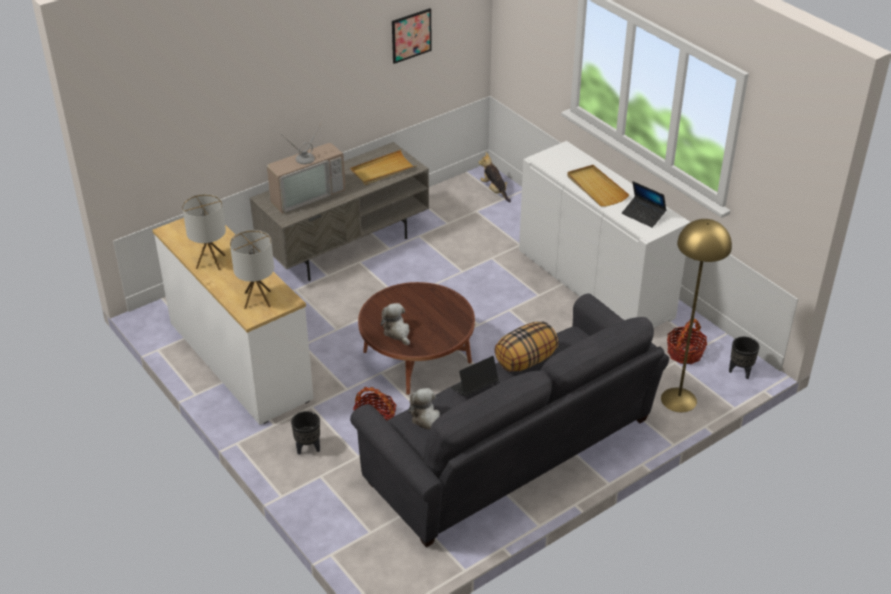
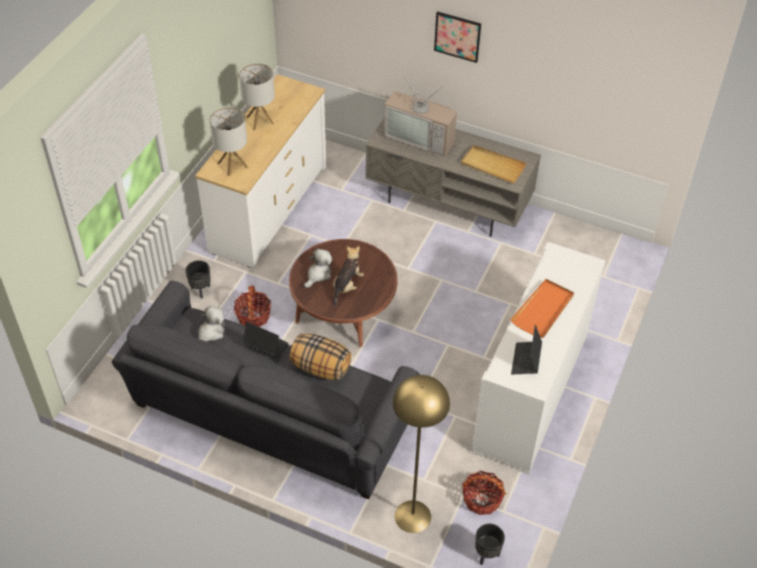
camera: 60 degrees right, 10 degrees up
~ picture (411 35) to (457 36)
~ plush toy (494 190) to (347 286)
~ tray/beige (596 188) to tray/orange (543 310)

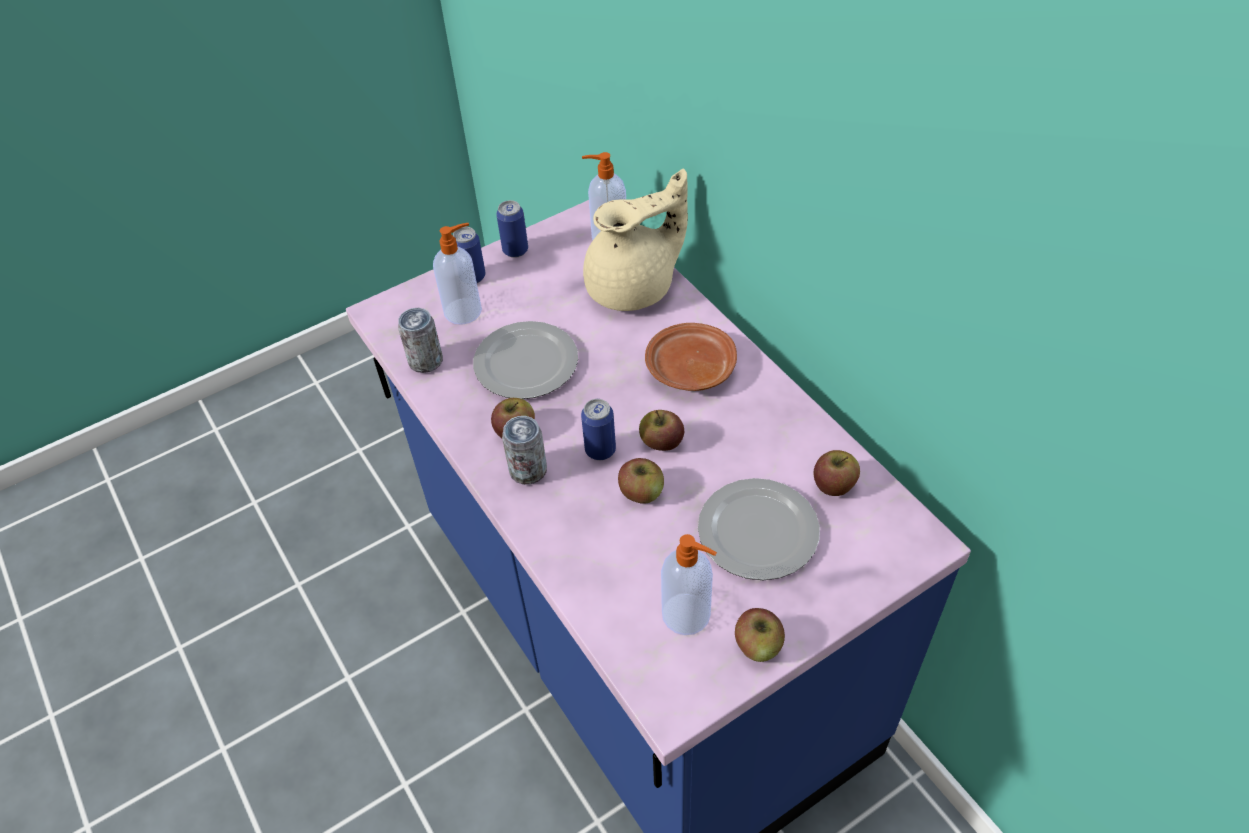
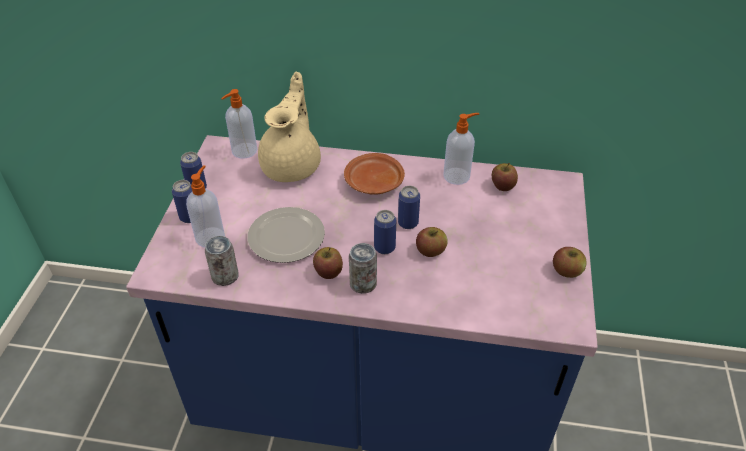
camera: 50 degrees left, 5 degrees down
~ apple (661 442) to can (408 223)
~ soap dispenser (688 615) to (457 176)
- plate (756 530)

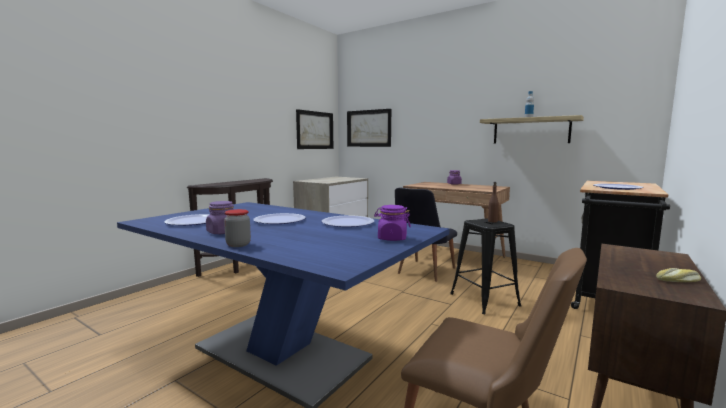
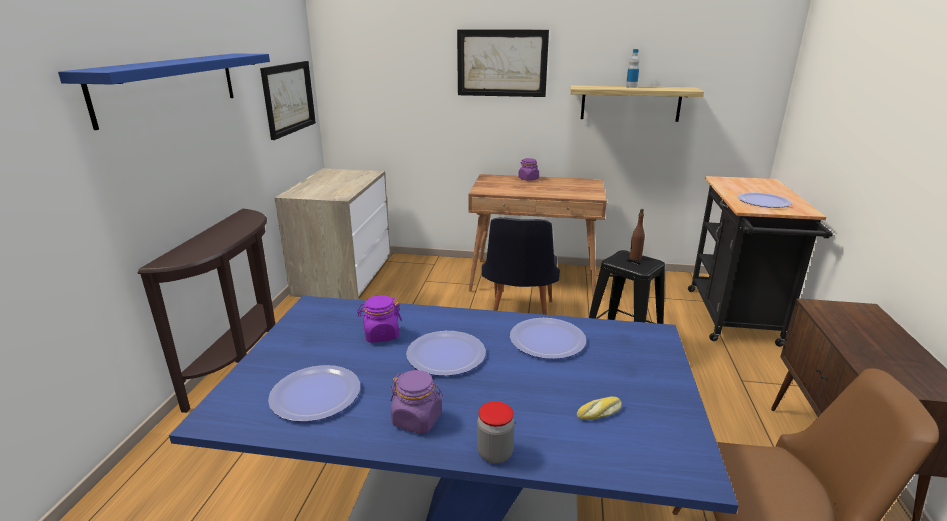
camera: 25 degrees left, 15 degrees up
~ picture (368 128) to (502 63)
~ jar/purple (392 238) to (381 335)
~ bread (679 281) to (600 413)
+ shelf/blue (169 86)

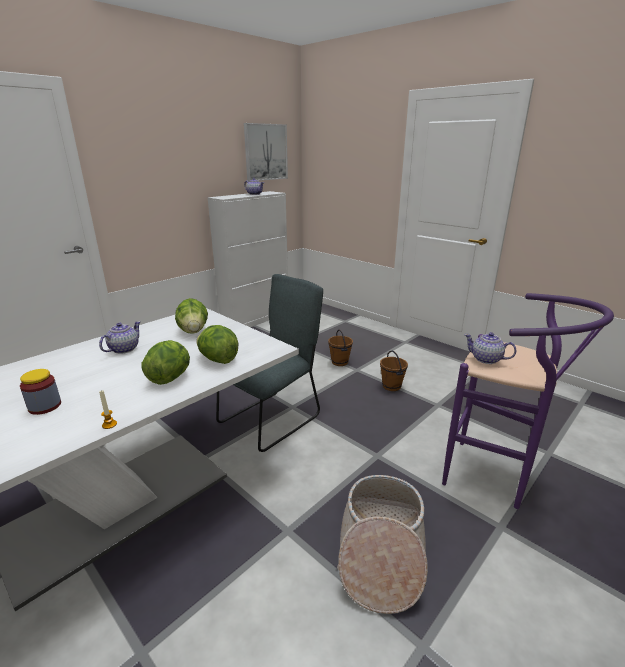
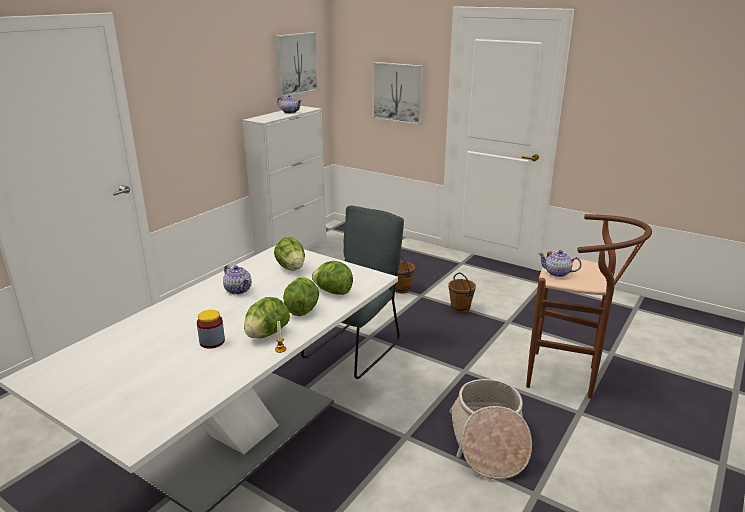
camera: 10 degrees left, 0 degrees up
~ teapot (123 349) = (238 290) 120 degrees clockwise
~ stool/purple (495 478) to stool/brown (569 377)
+ lettuce (266 334)
+ picture (398 92)

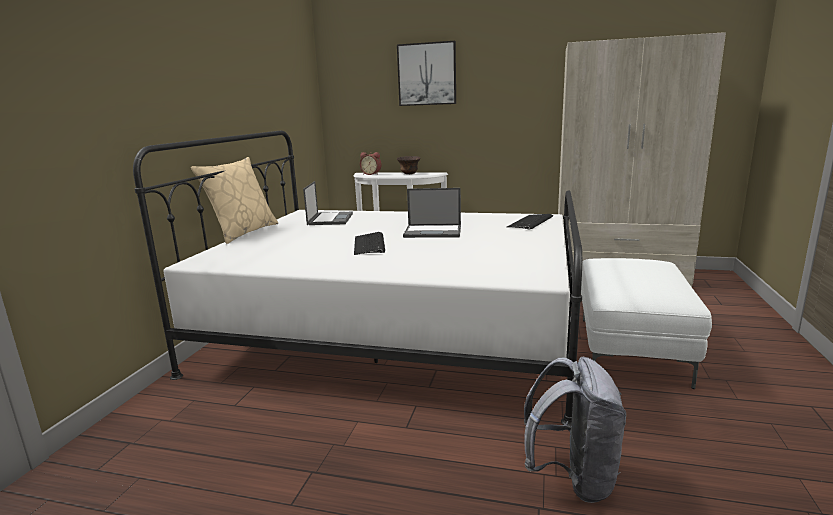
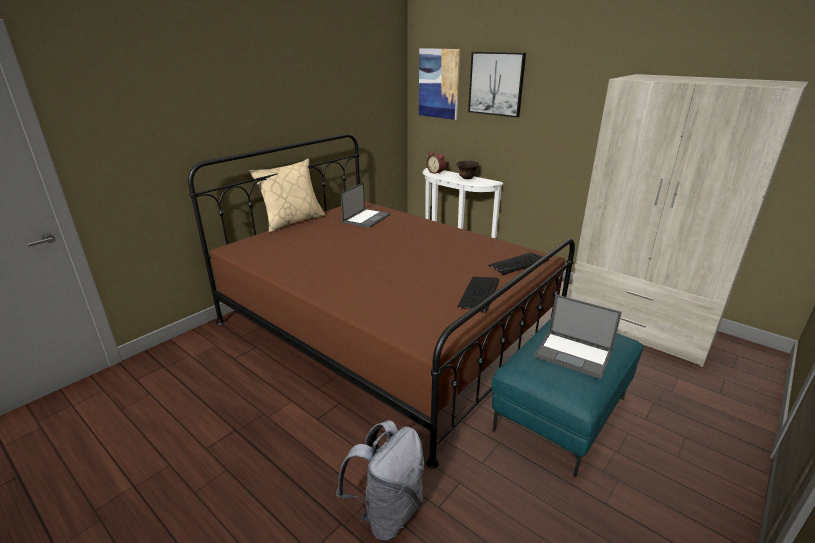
camera: 25 degrees right, 10 degrees up
~ bed/white (396 331) to bed/brown (386 328)
~ keyboard (369 245) to (479 294)
~ laptop (433 232) to (574 354)
~ ottoman/white (629 349) to ottoman/turquoise (559 412)
+ picture (439 84)

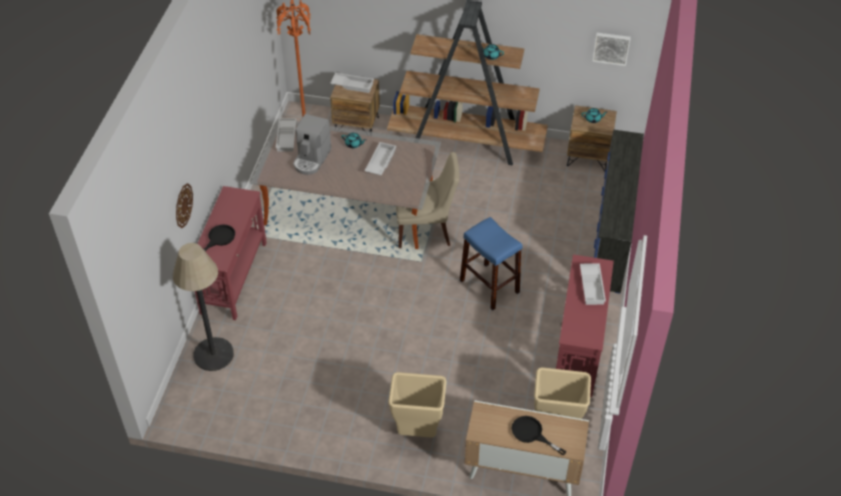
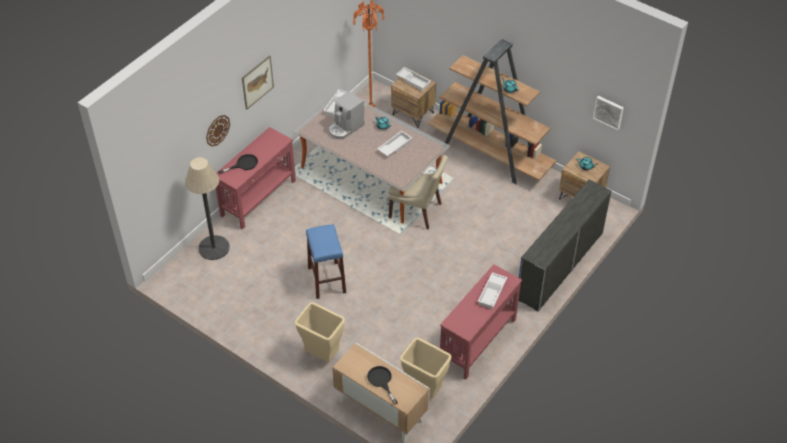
camera: 25 degrees right, 0 degrees up
~ stool/blue (489 286) to (327 280)
+ picture (257 82)

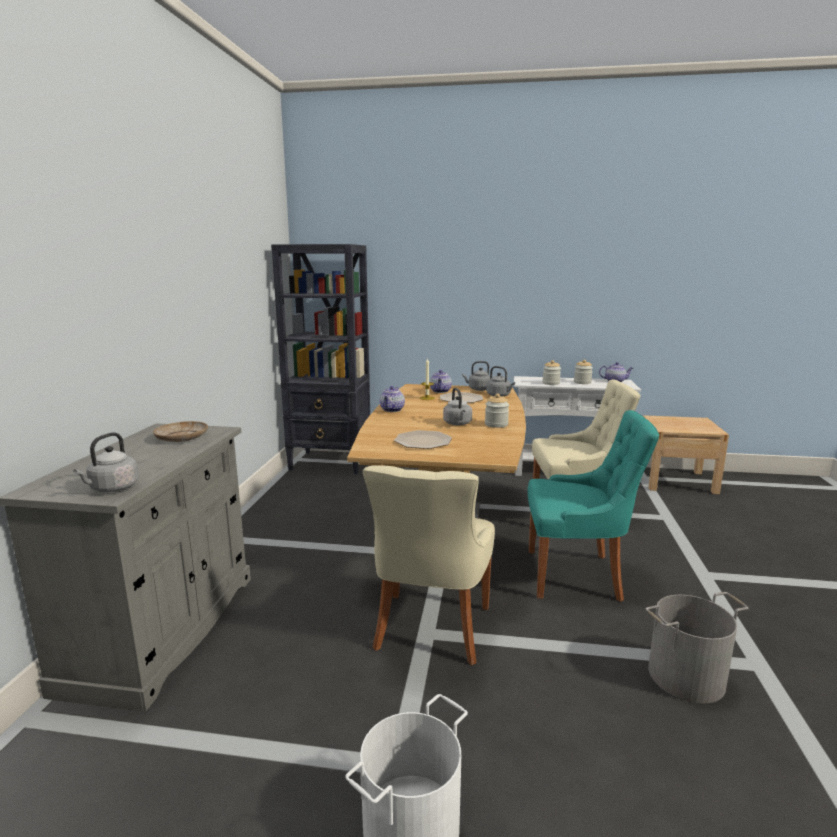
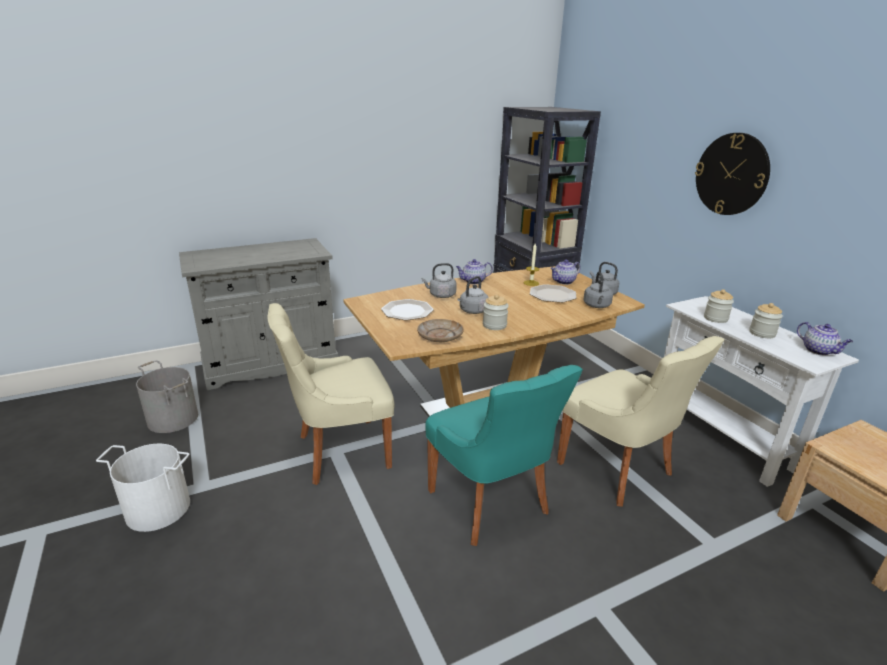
camera: 55 degrees right, 10 degrees up
~ kettle/grey (112 488) to (441 295)
~ plate/beige (181 438) to (440 336)
~ bucket/grey (687 677) to (172 419)
+ wall clock (731 174)

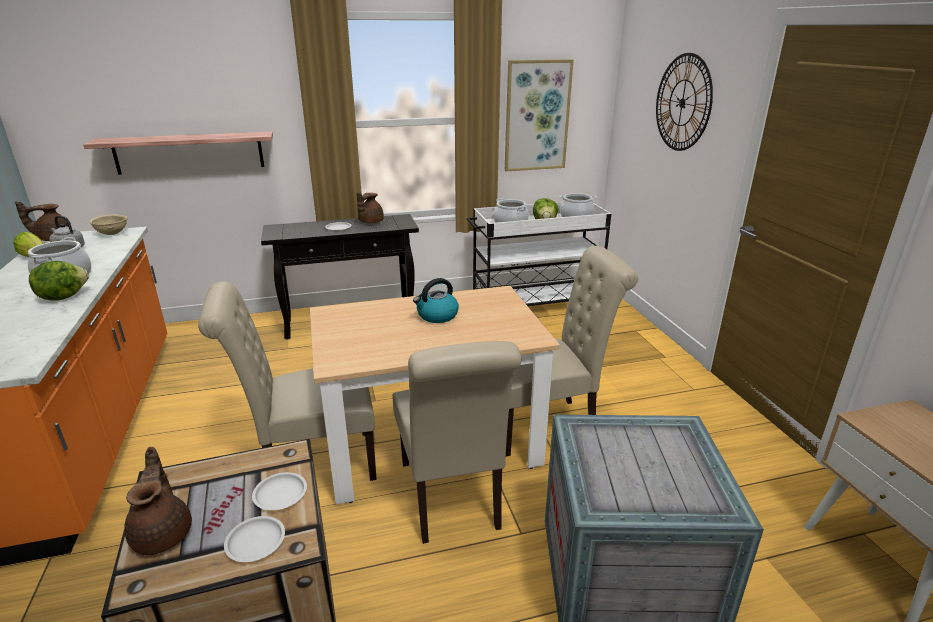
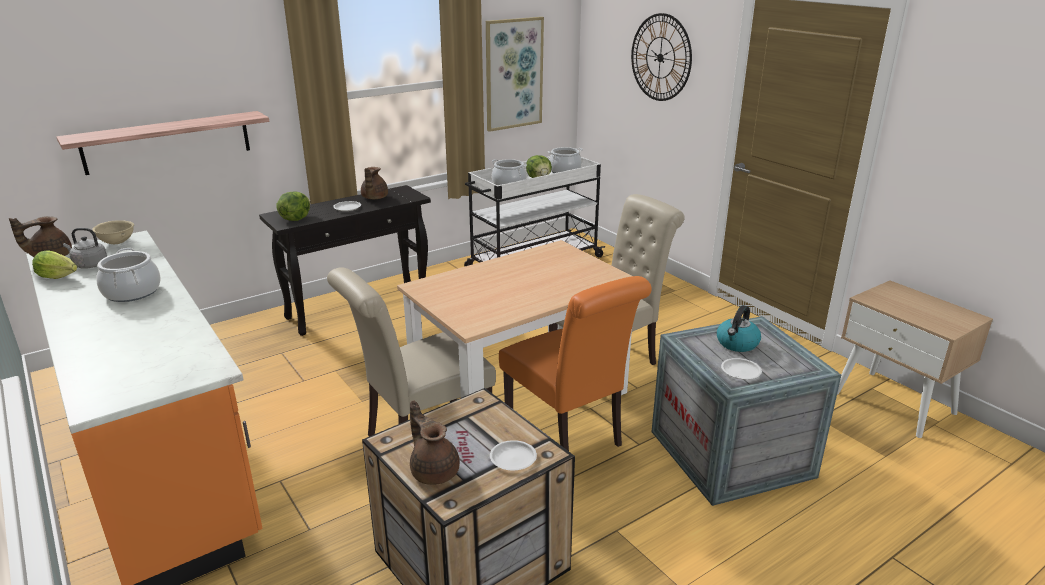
camera: 20 degrees left, 0 degrees up
~ lettuce (63 297) to (295 219)
~ plate/white (280 494) to (740 371)
~ chair/beige (452 499) to chair/orange (568 434)
~ kettle (437 316) to (737 344)

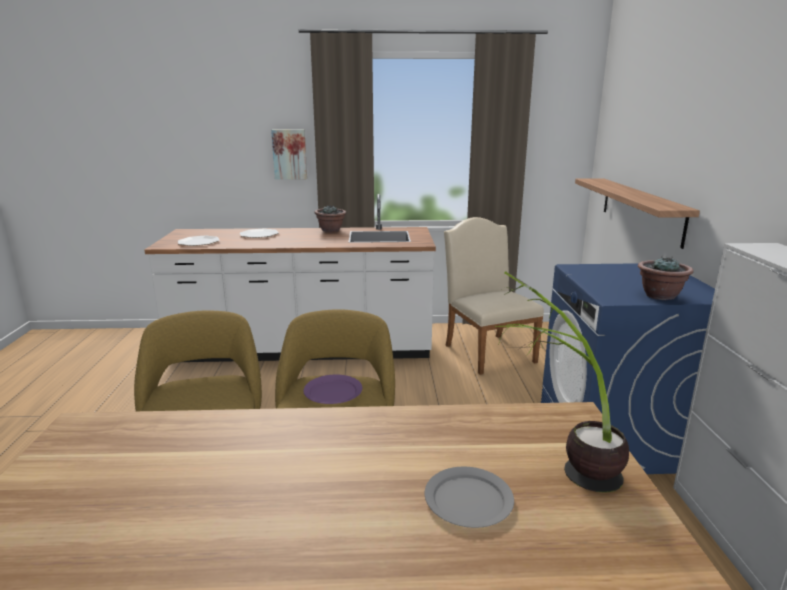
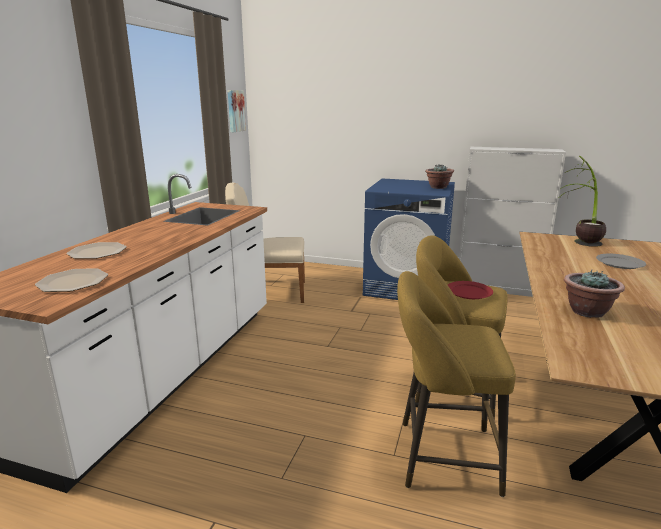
camera: 70 degrees left, 0 degrees up
~ picture (289 154) to (235 111)
~ plate/purple (333 392) to plate/red (469 292)
~ potted plant (331 230) to (587 311)
- shelf (641 209)

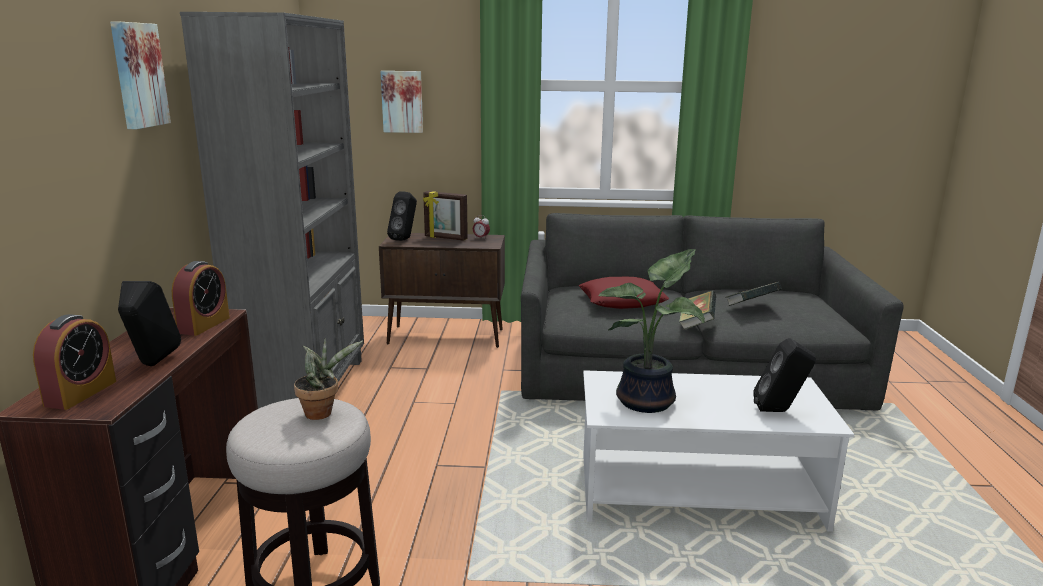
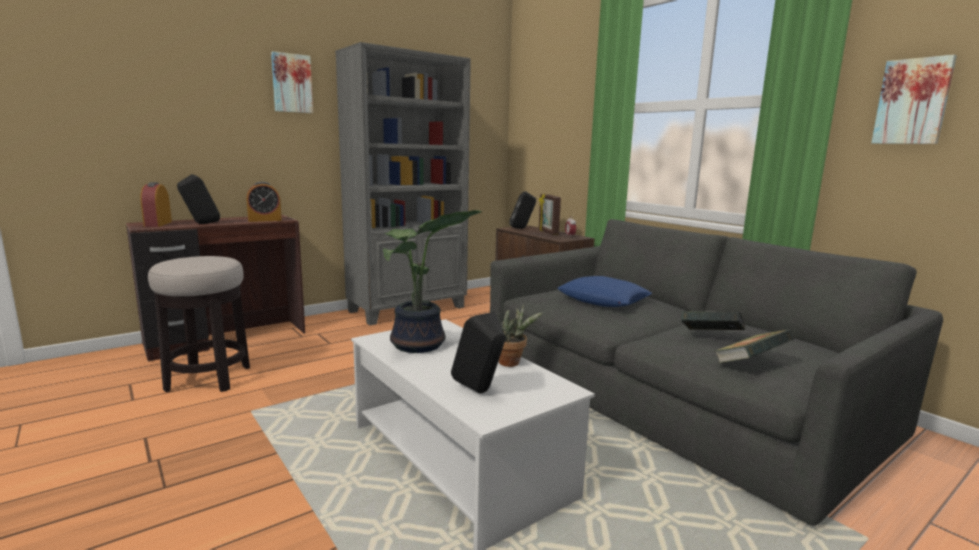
camera: 50 degrees right, 5 degrees down
~ alarm clock (81 393) = (158 224) 105 degrees clockwise
~ potted plant (322 412) to (512 363)
~ picture (402 101) to (913 102)
~ pillow/red (622 301) to pillow/blue (603 299)
~ book (696 324) to (749 365)

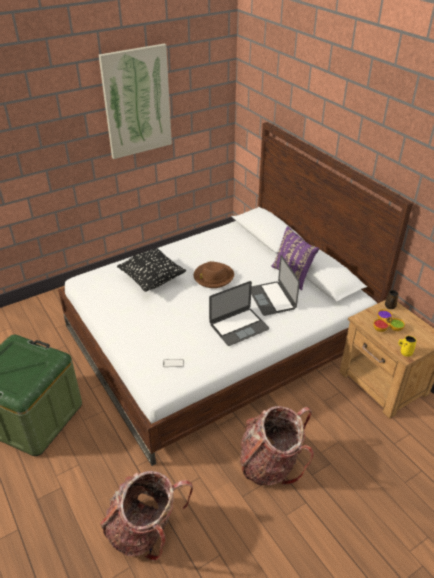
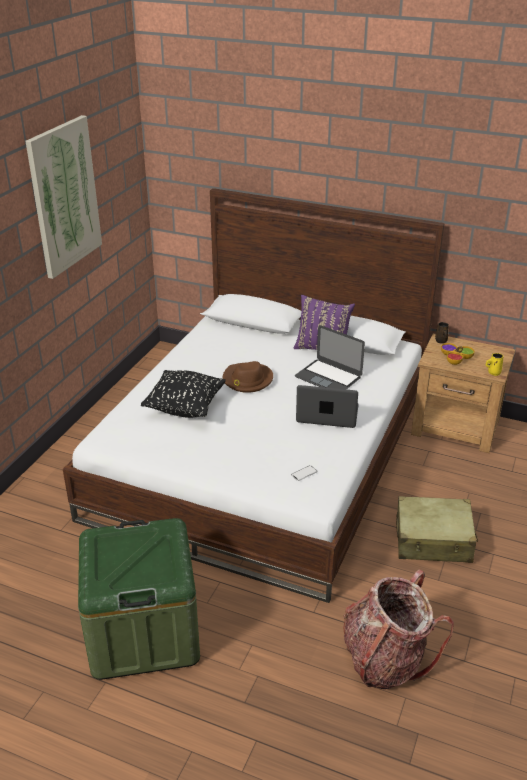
camera: 35 degrees left, 5 degrees down
~ laptop (239 326) = (327 414) 105 degrees counterclockwise
~ backpack (270 463) to suitcase/beige (433 540)

